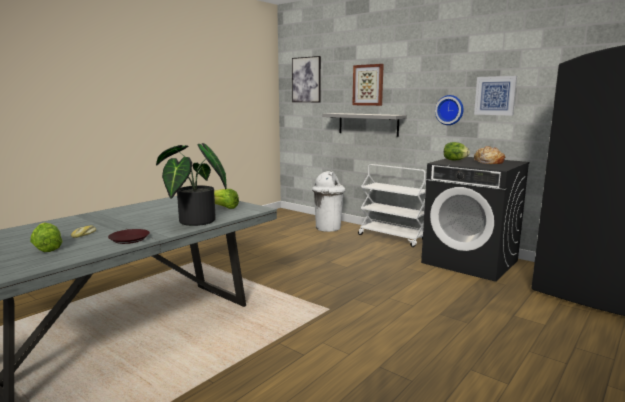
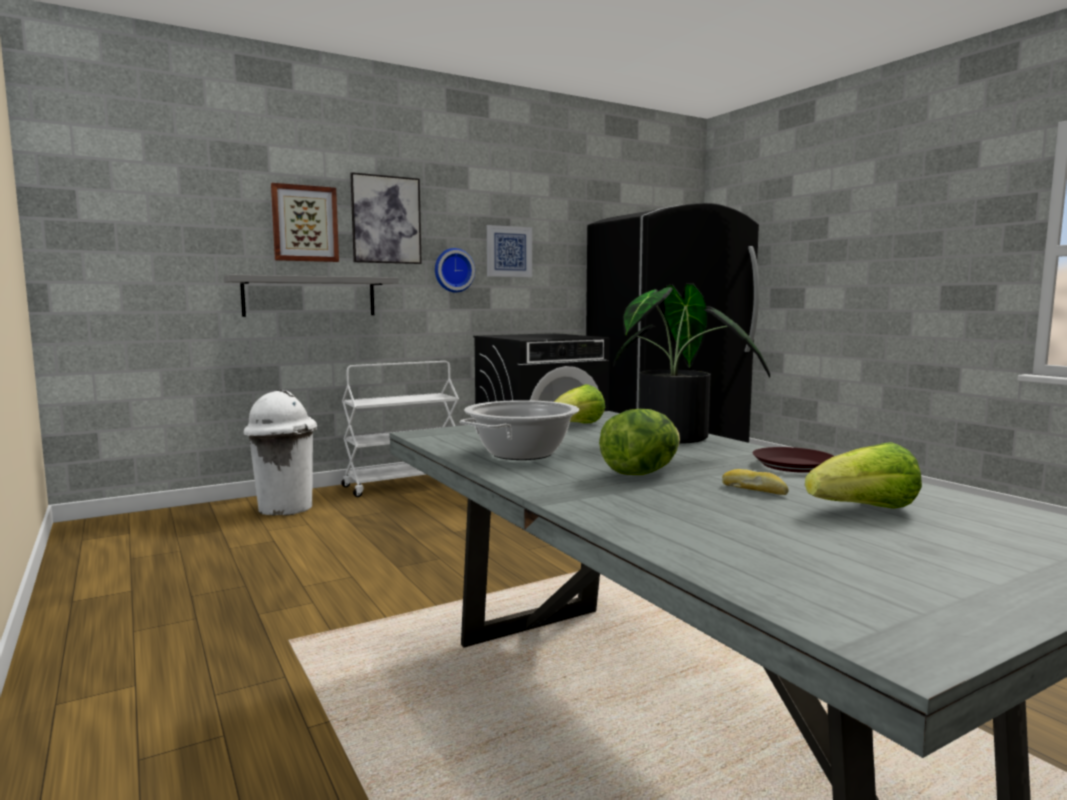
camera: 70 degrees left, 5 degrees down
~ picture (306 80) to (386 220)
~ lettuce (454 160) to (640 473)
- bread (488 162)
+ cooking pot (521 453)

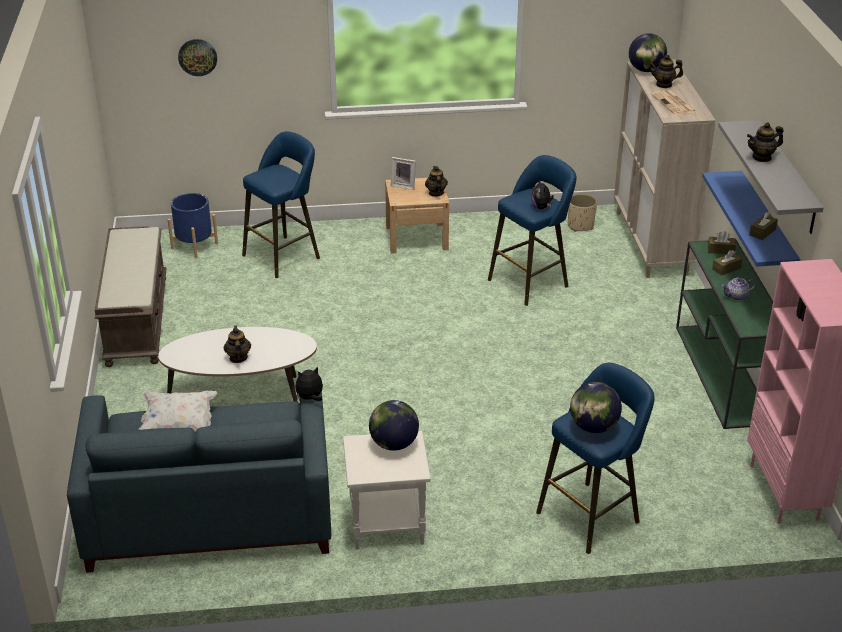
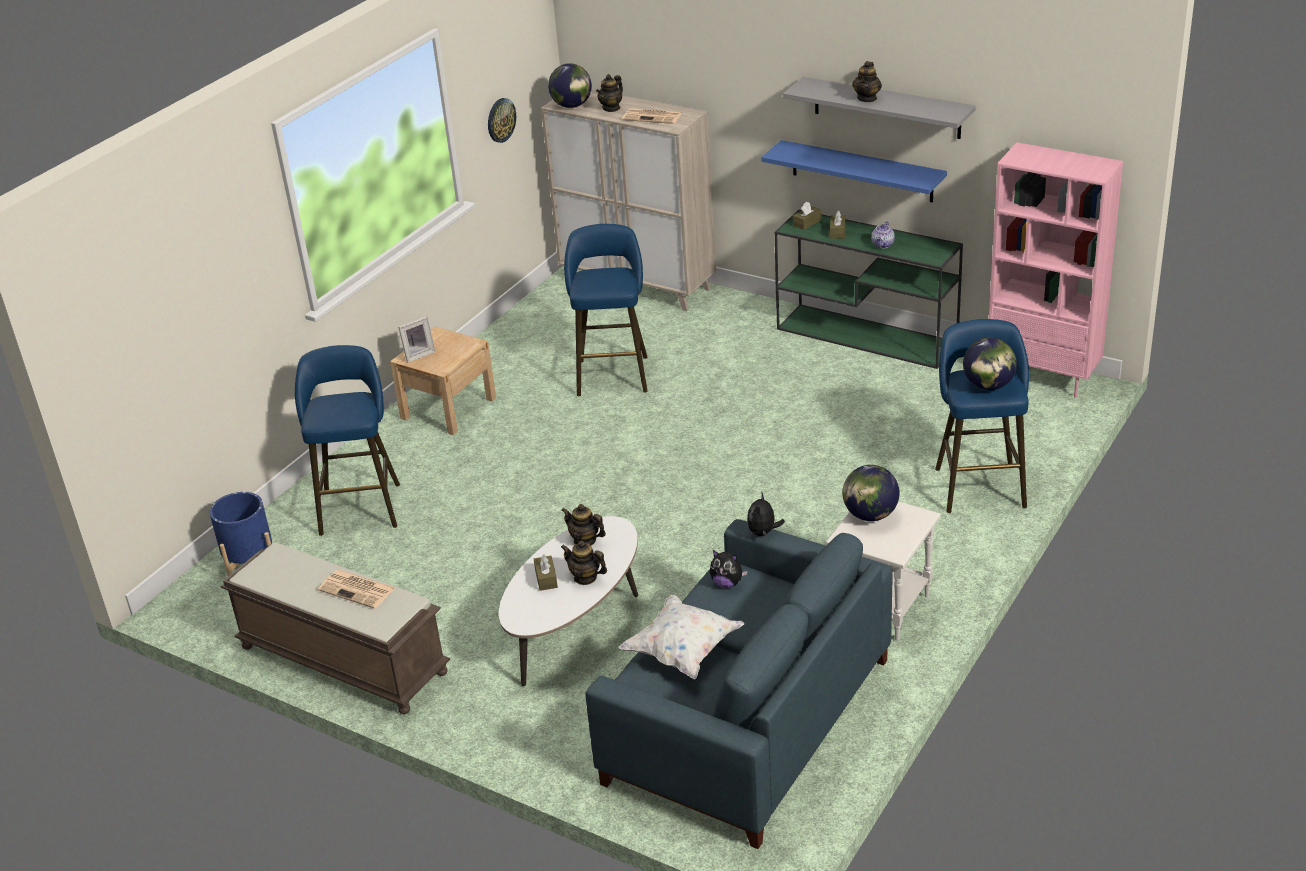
camera: 50 degrees left, 0 degrees up
~ wall clock (197 57) to (500 120)
~ teapot (436 193) to (585 540)
~ plush toy (541 207) to (727 583)
- planter/beige (580 225)
~ tissue box/brown (762 232) to (546 578)
+ newspaper (358 589)

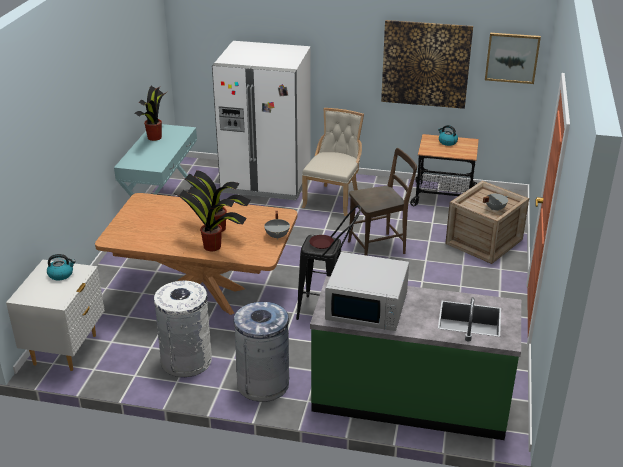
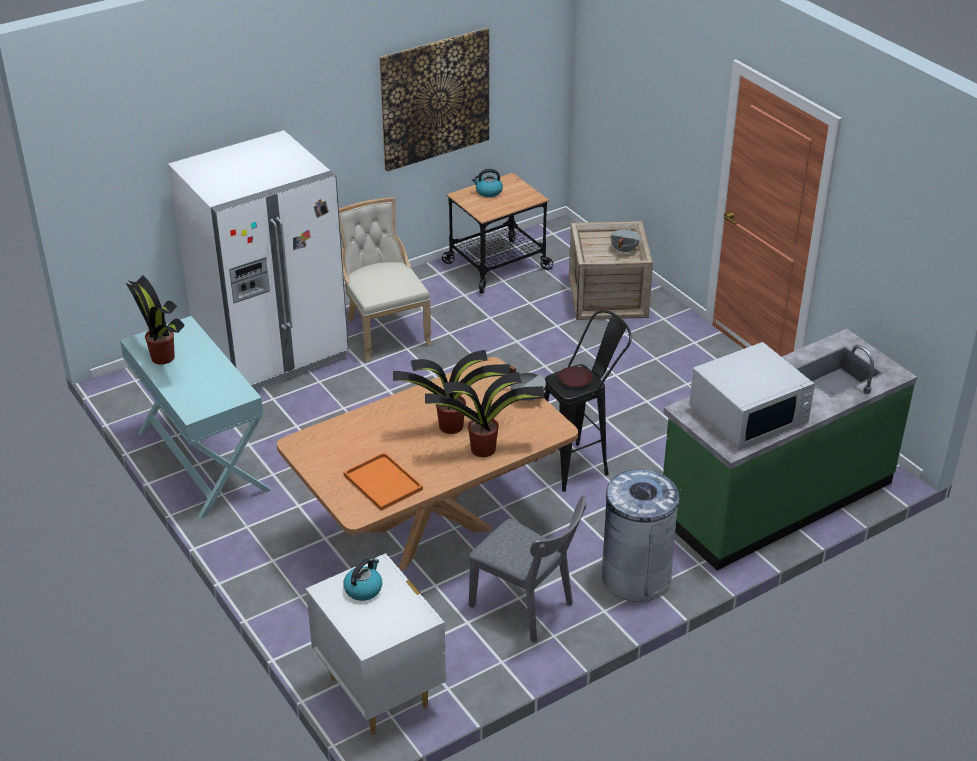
camera: 45 degrees left, 5 degrees up
~ trash can/white (186 360) to chair/grey (527 608)
- chair/brown (379 247)
- picture (512 57)
+ tray/orange (381 482)

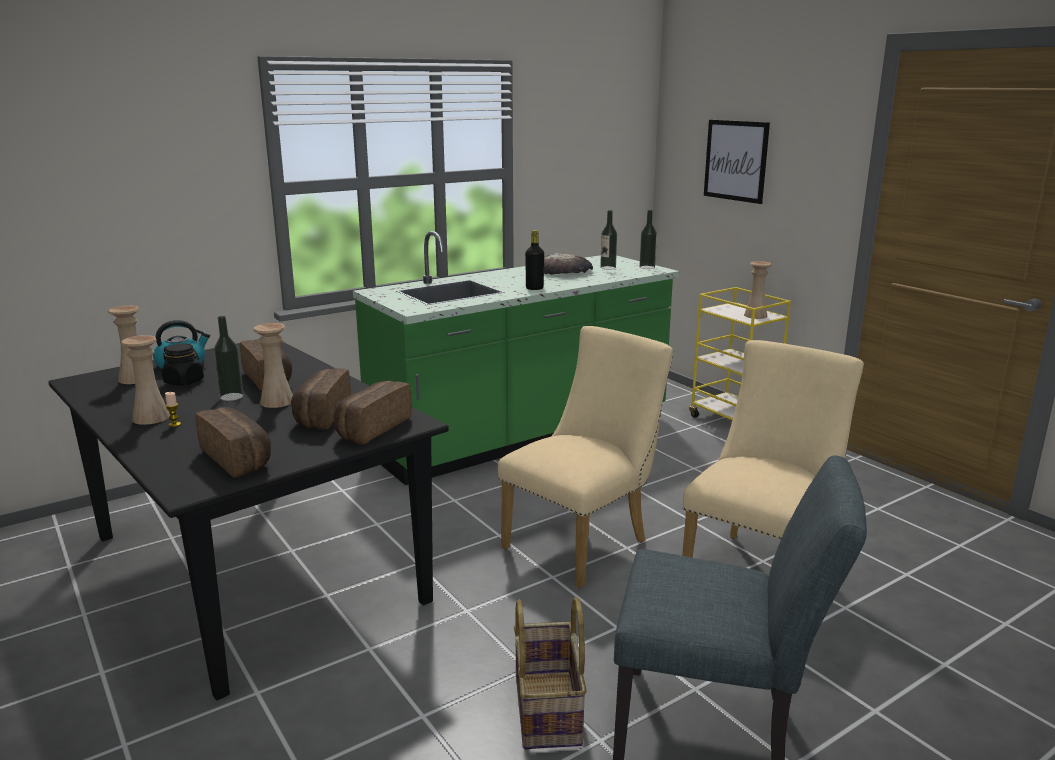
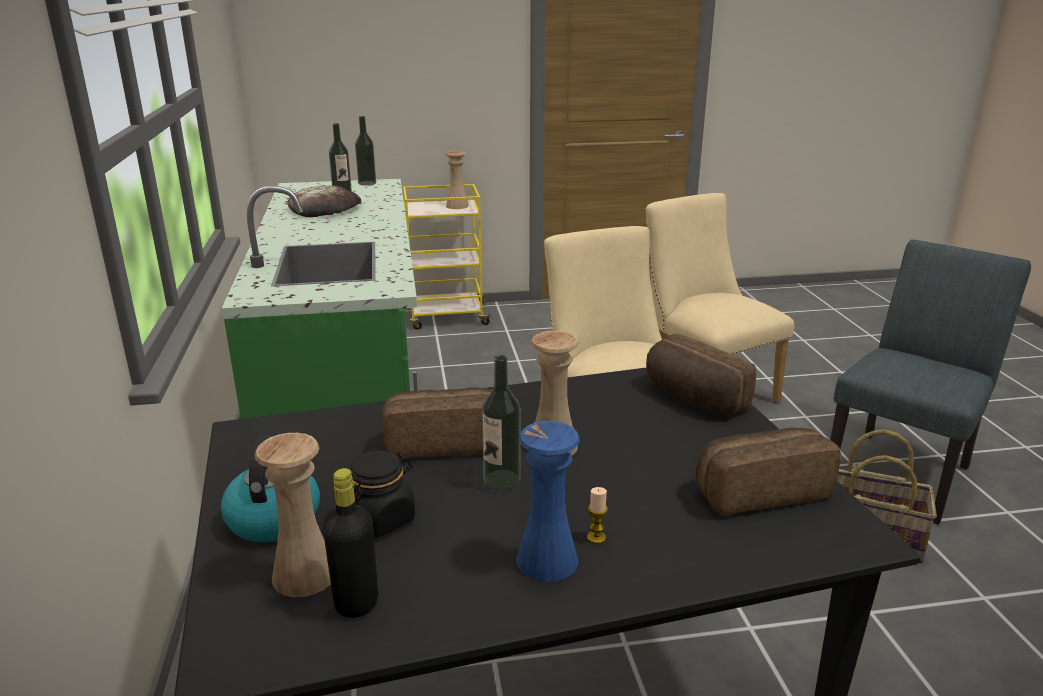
camera: 65 degrees left, 5 degrees up
~ vase/beige (151 417) to vase/blue (547 560)
- bread (320 415)
~ bottle/black (534 288) to (356 603)
- picture (735 160)

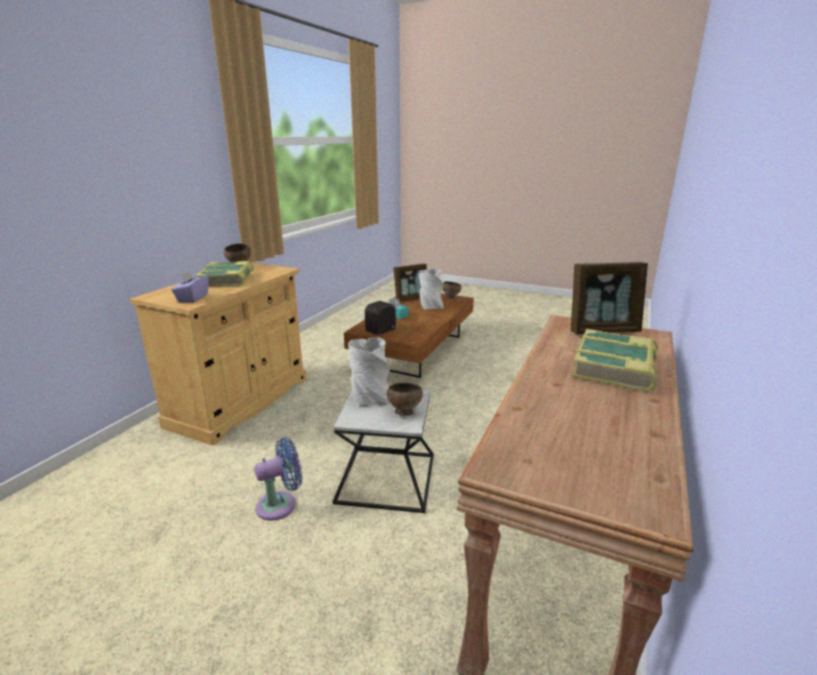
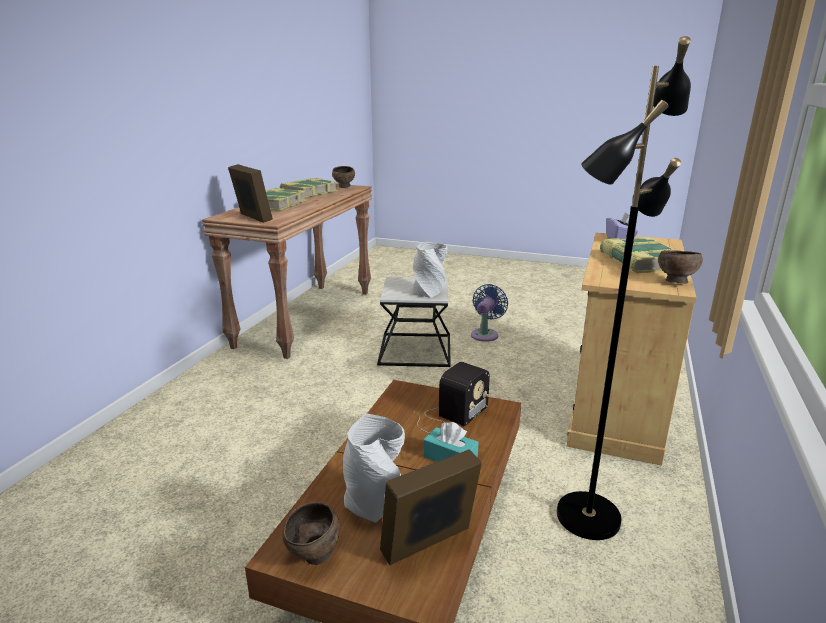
camera: 175 degrees right, 0 degrees up
~ fan/blue (280 504) = (485 334) 150 degrees clockwise
~ bowl/brown (404 412) to (344 187)
~ picture frame (603 330) = (252 218) 60 degrees clockwise
+ book (308 192)
+ floor lamp/black (586 515)

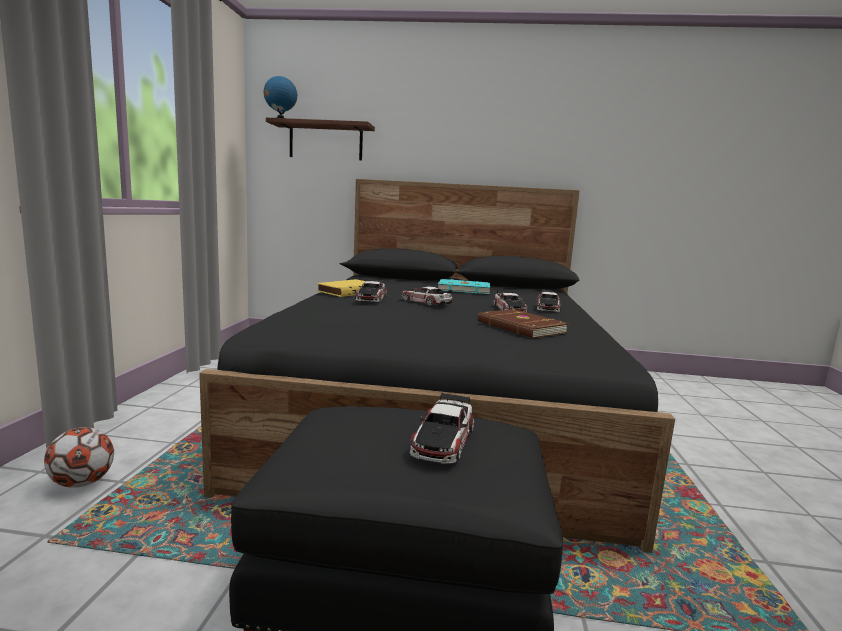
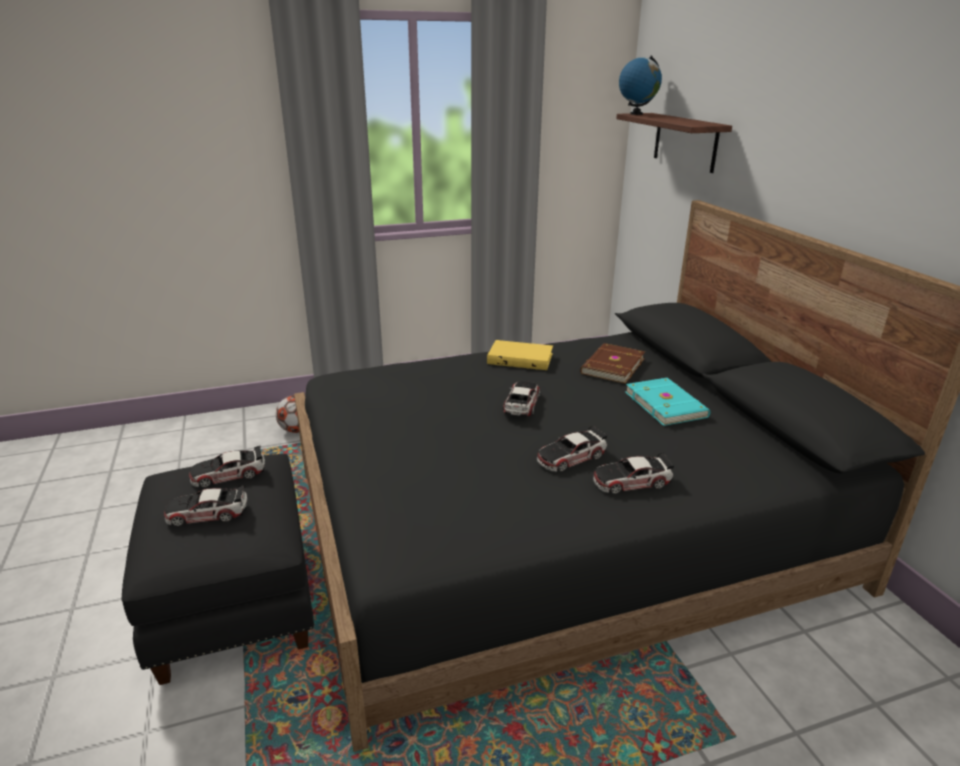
camera: 65 degrees right, 15 degrees up
~ toy car (371 298) to (228 474)
~ book/brown (520 327) to (611 366)

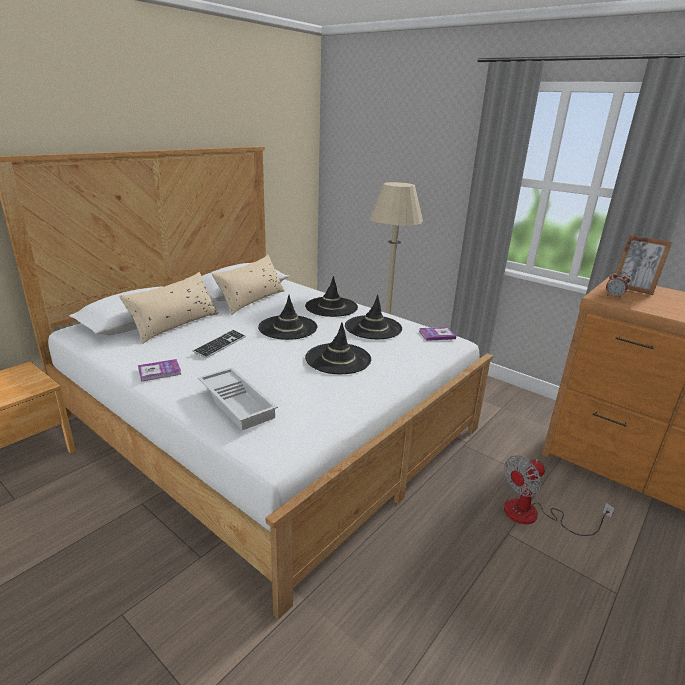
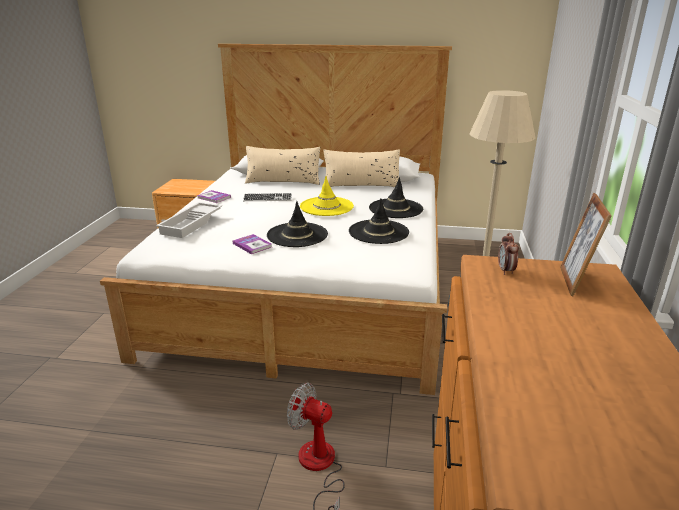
camera: 60 degrees right, 0 degrees up
~ hat/black (288 327) to hat/yellow (326 206)
~ book (437 335) to (252 245)

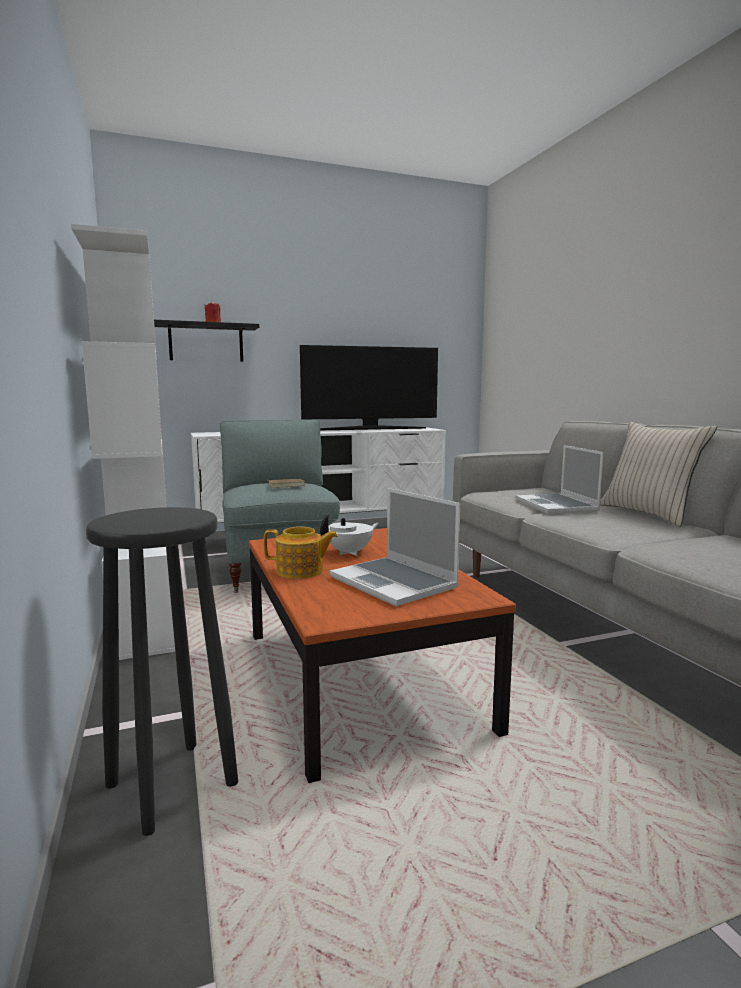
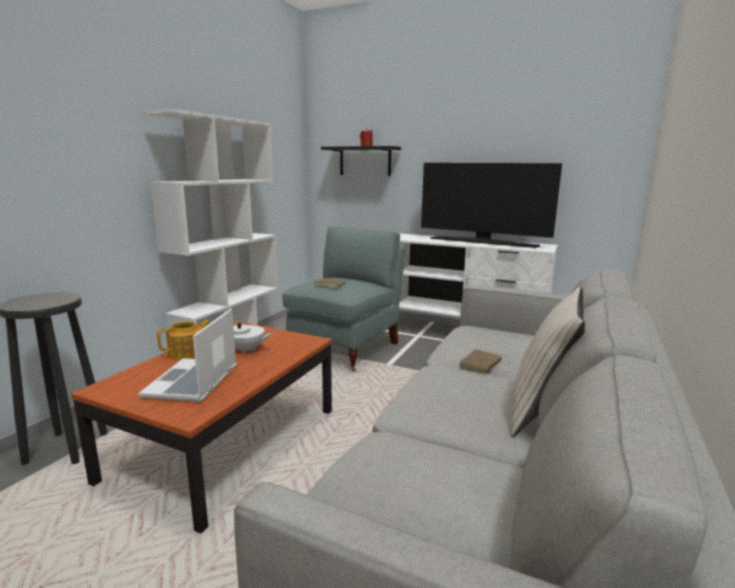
camera: 45 degrees right, 5 degrees up
~ teapot (301 571) = (187 353) 90 degrees counterclockwise
~ laptop (557 506) to book/brown (482 364)

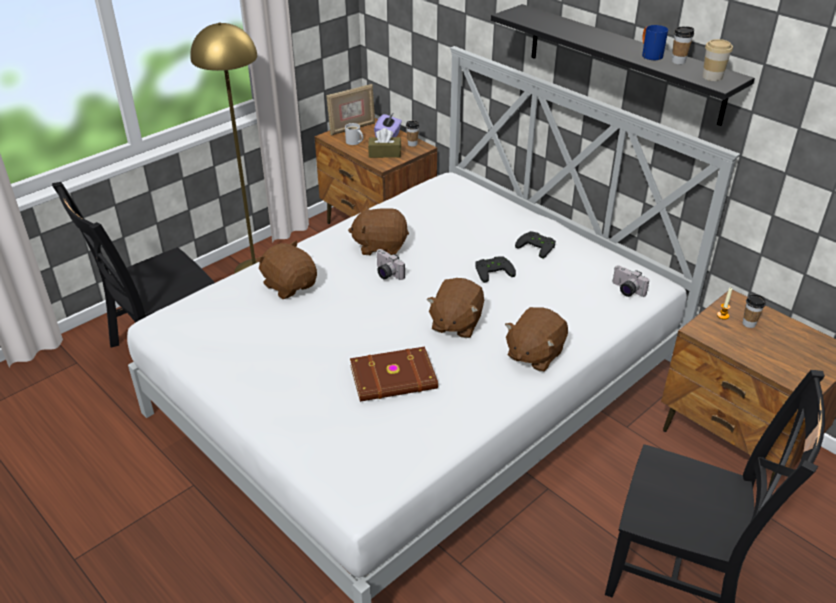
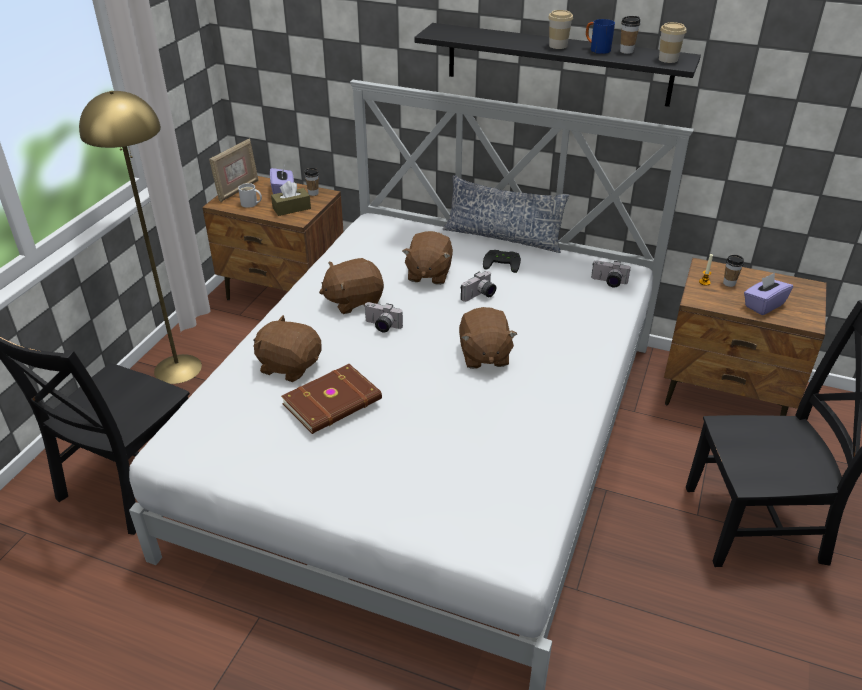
camera: 25 degrees left, 0 degrees up
~ book/brown (394 378) to (333 402)
~ game controller/black (493 270) to photo camera (480 296)
~ plush toy/brown (534 354) to (428 274)
+ pillow (502 237)
+ cup (558 46)
+ tissue box/purple (763 305)

